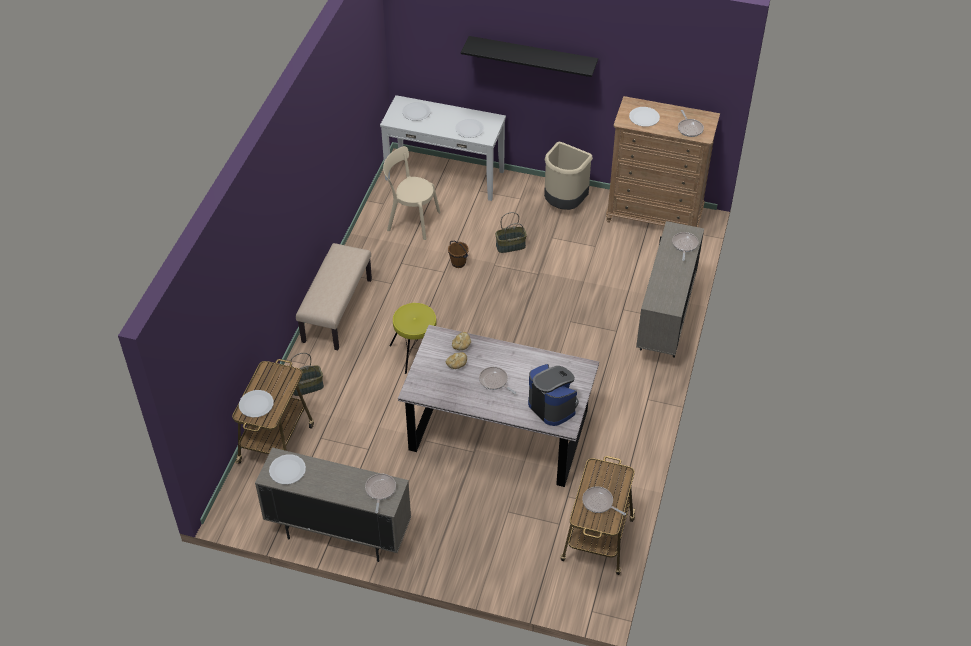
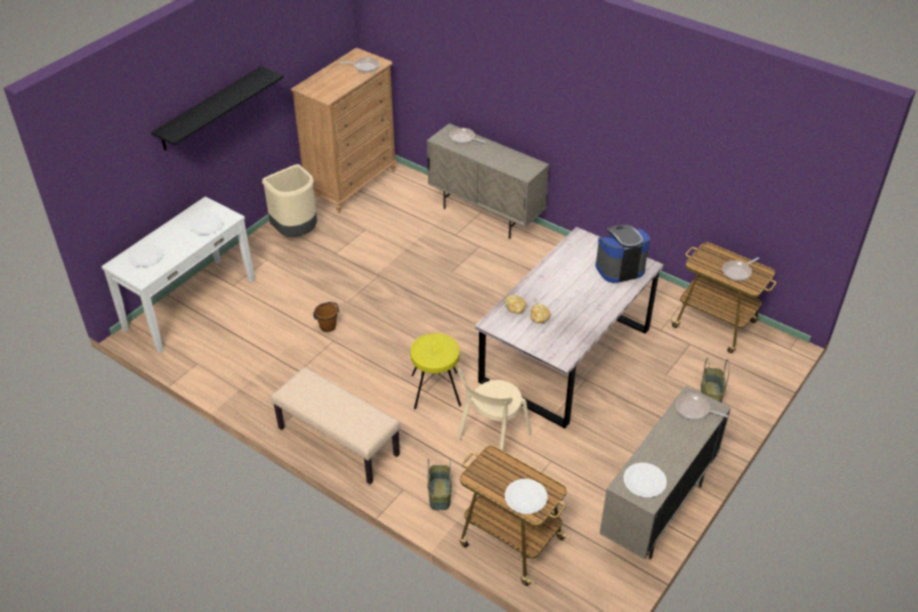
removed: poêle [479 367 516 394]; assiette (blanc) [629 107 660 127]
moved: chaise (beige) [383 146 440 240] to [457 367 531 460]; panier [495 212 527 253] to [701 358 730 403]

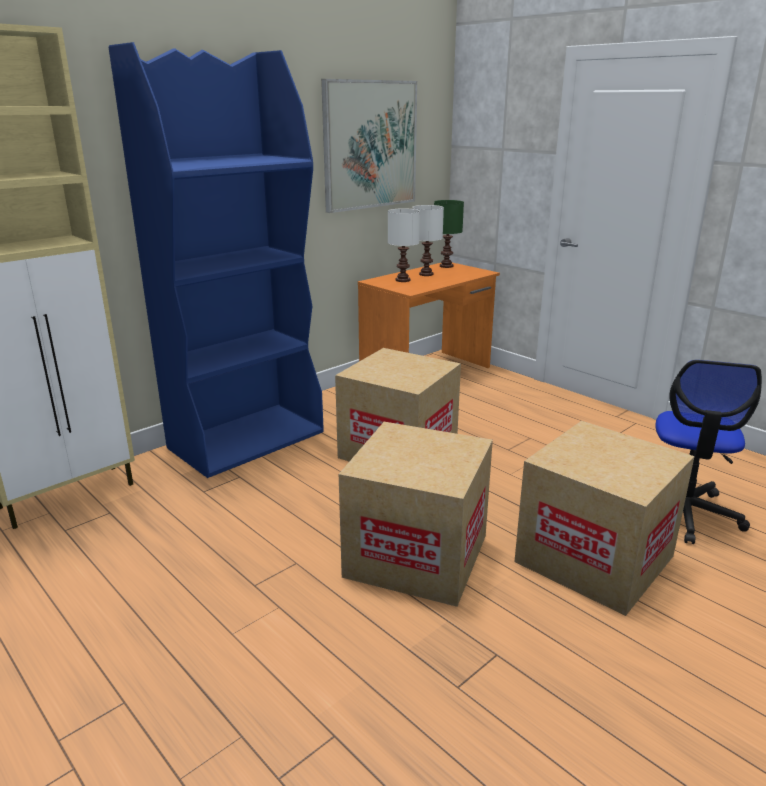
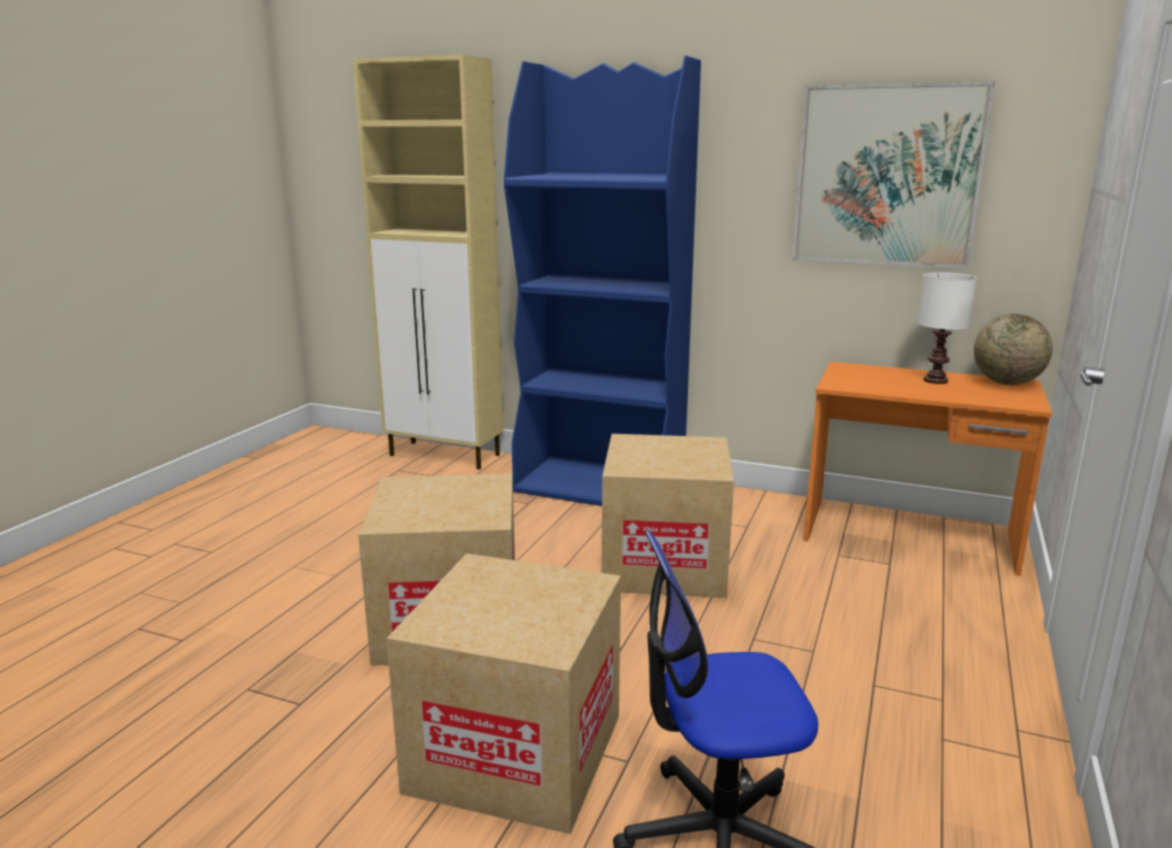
removed: lampe de table (blanc) [388 208 420 282]
replaced: lampe de table (vert) [434 200 464 268] to globe [974 314 1053 385]

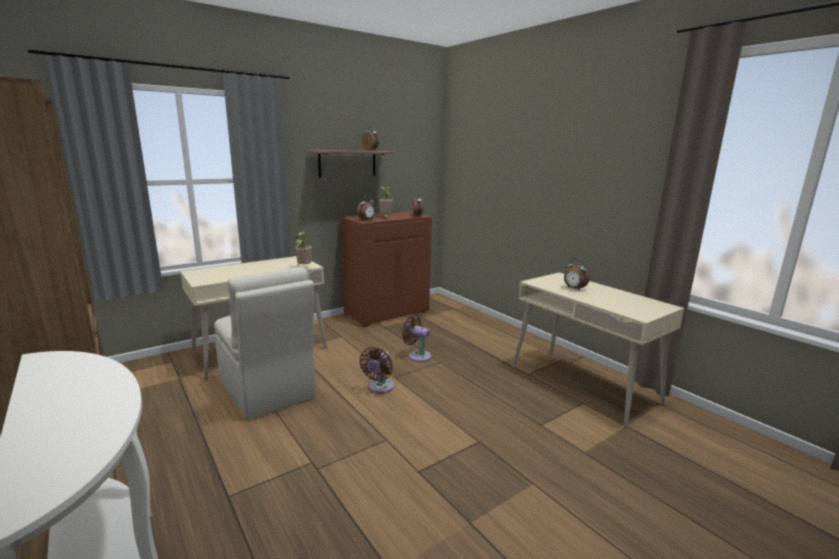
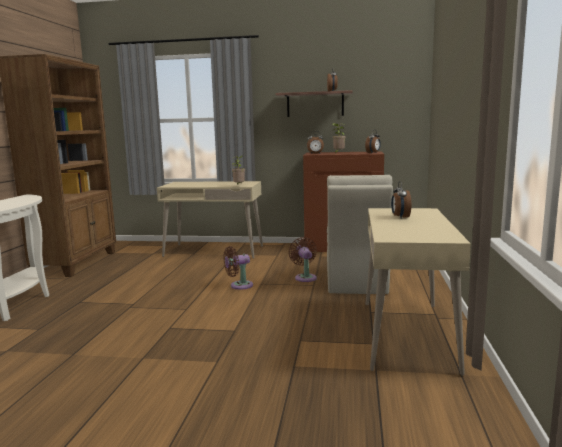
moved: chaise (beige) [214 267 315 420] to [327 175 393 294]

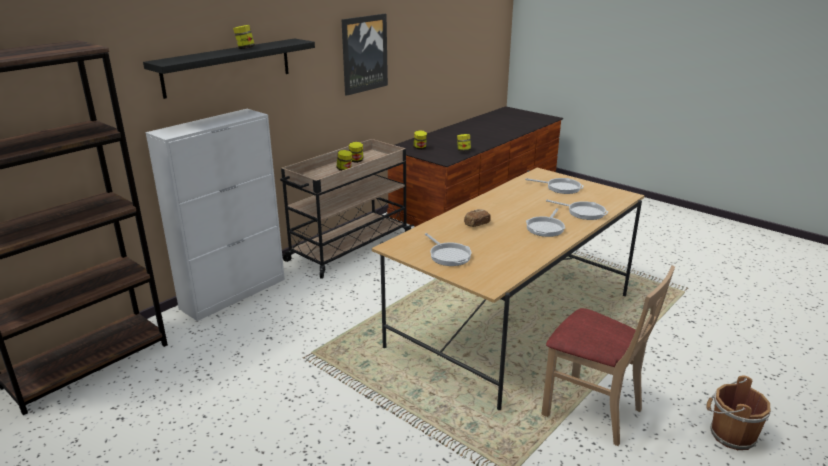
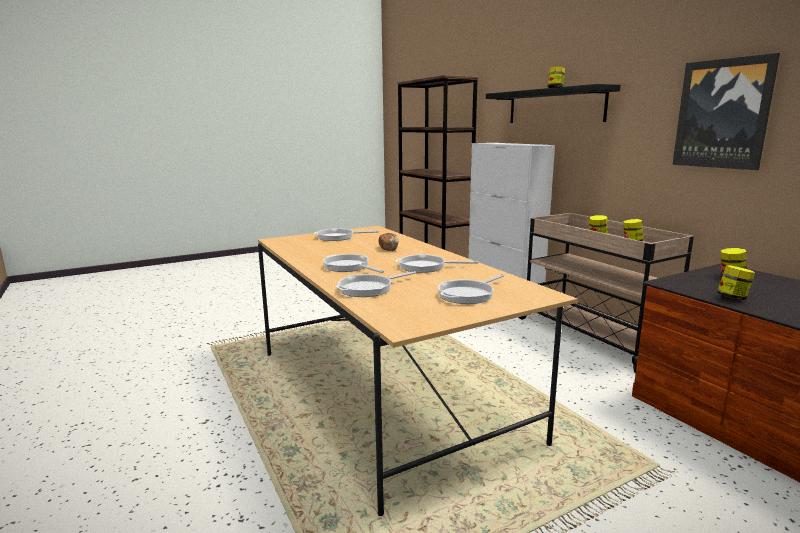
removed: chaise (beige) [541 265 675 446]; seau (marron) [706 376 771 450]
added: poêle [396 254 478 273]

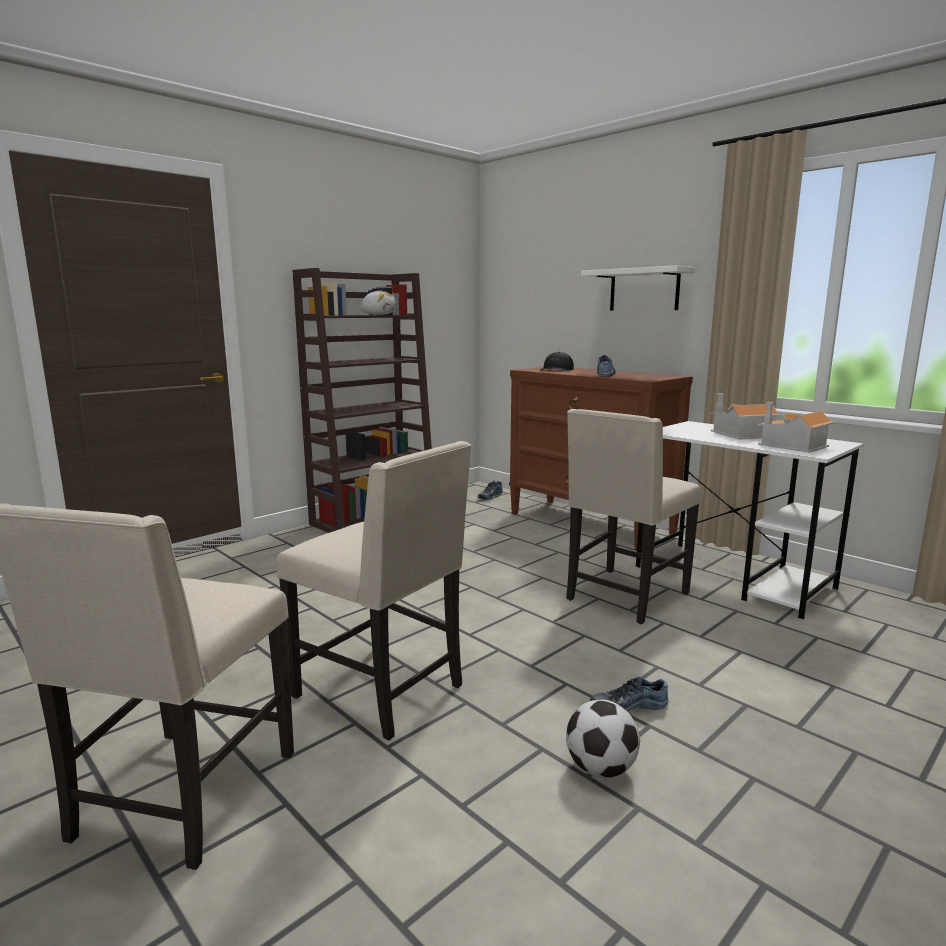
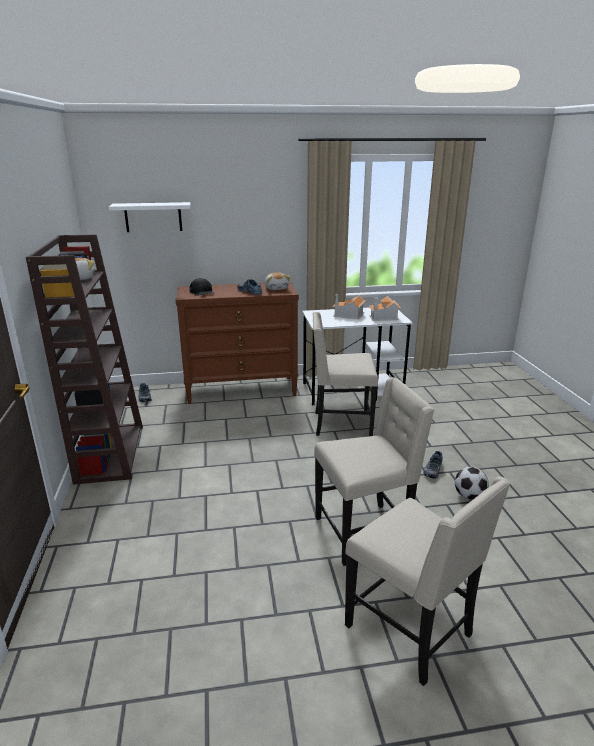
added: peluche [265 272 291 290]
moved: étagère (blanc) [581 265 696 310] to [109 202 191 232]
turned: chaise (beige) [567 409 701 624] = [313 312 378 436] 105 degrees clockwise

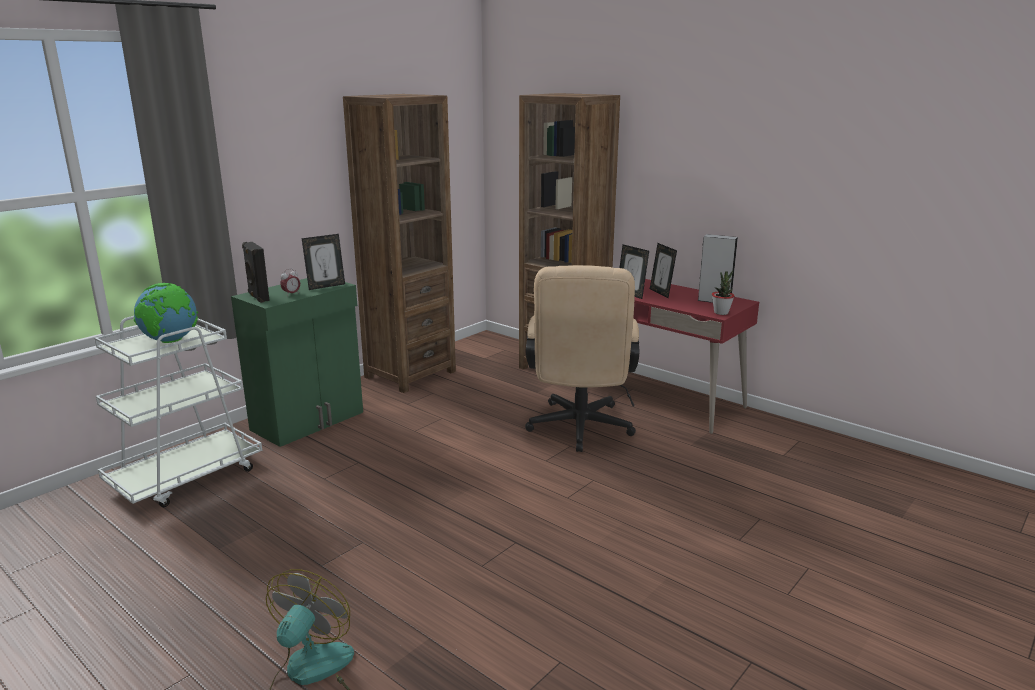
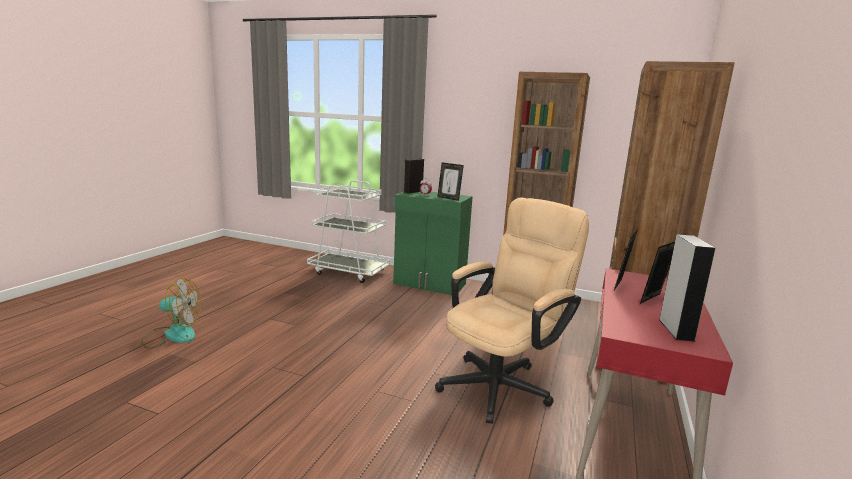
removed: globe [134 283 198 343]; plante en pot [712 270 734 315]
turned: chaise de bureau (beige) [525 265 639 452] = [435 198 589 424] 150 degrees clockwise

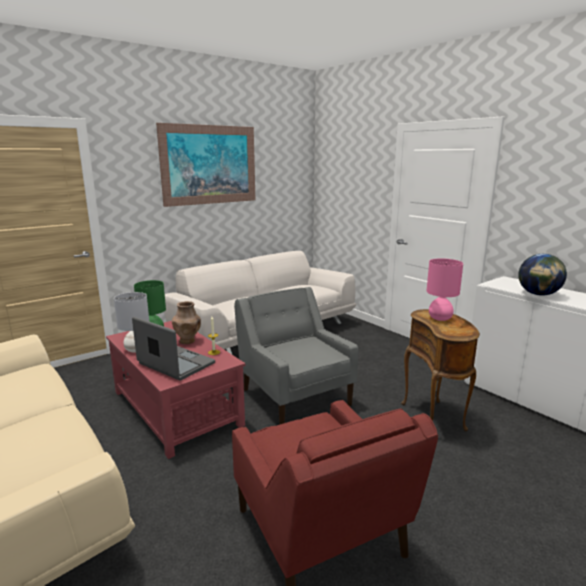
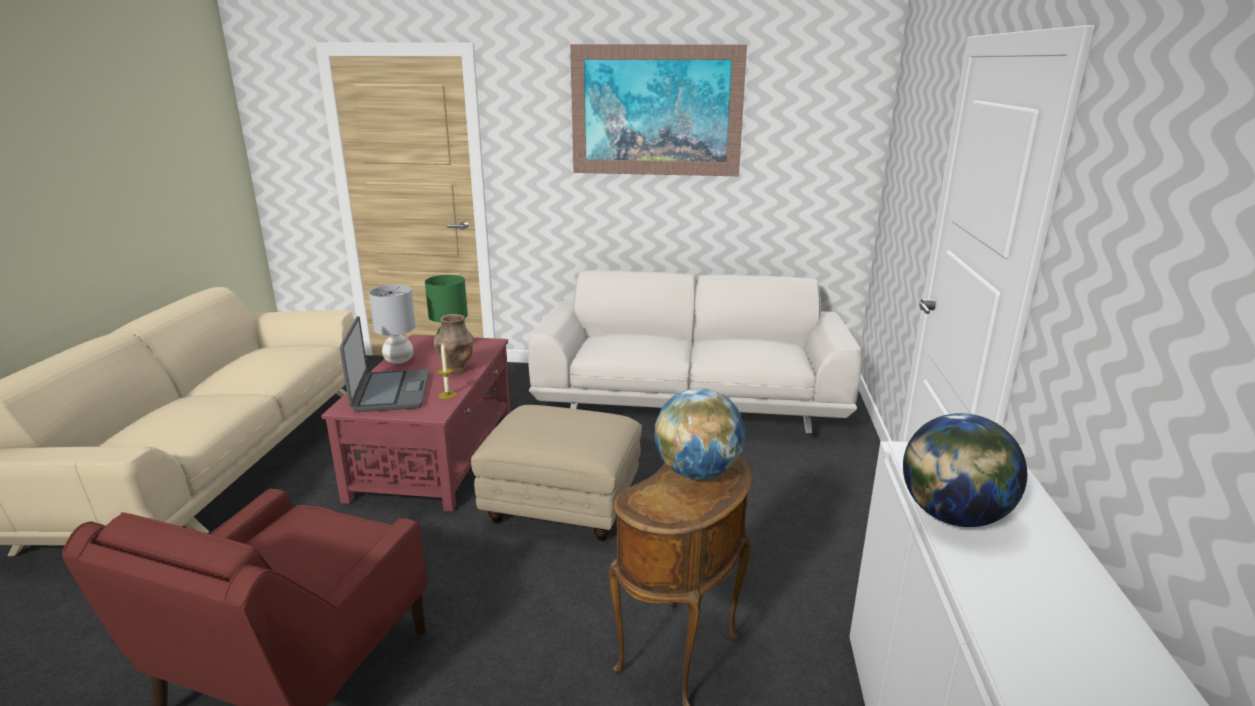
replaced: fauteuil (gris) [234 287 358 425] to pouf (beige) [471 405 642 541]; lampe de table (rose) [427 258 463 321] to globe [654 388 746 479]

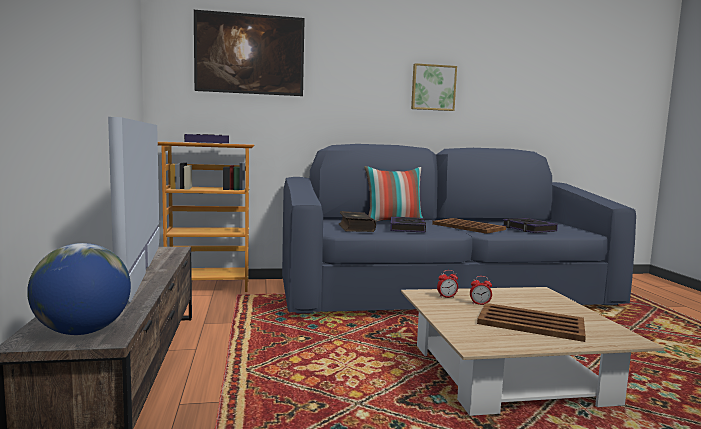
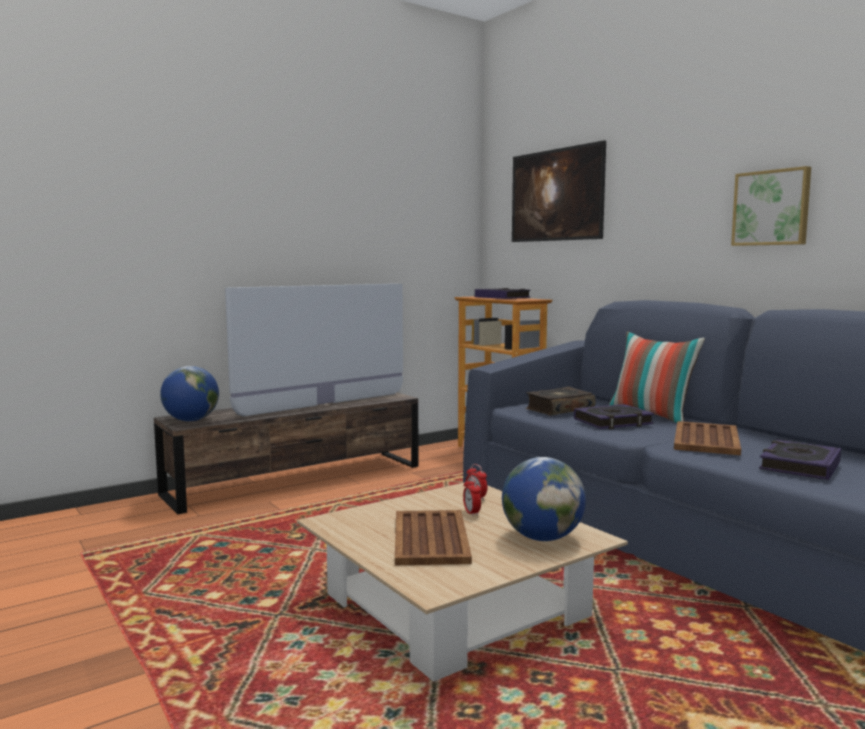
added: globe [502 457 586 541]

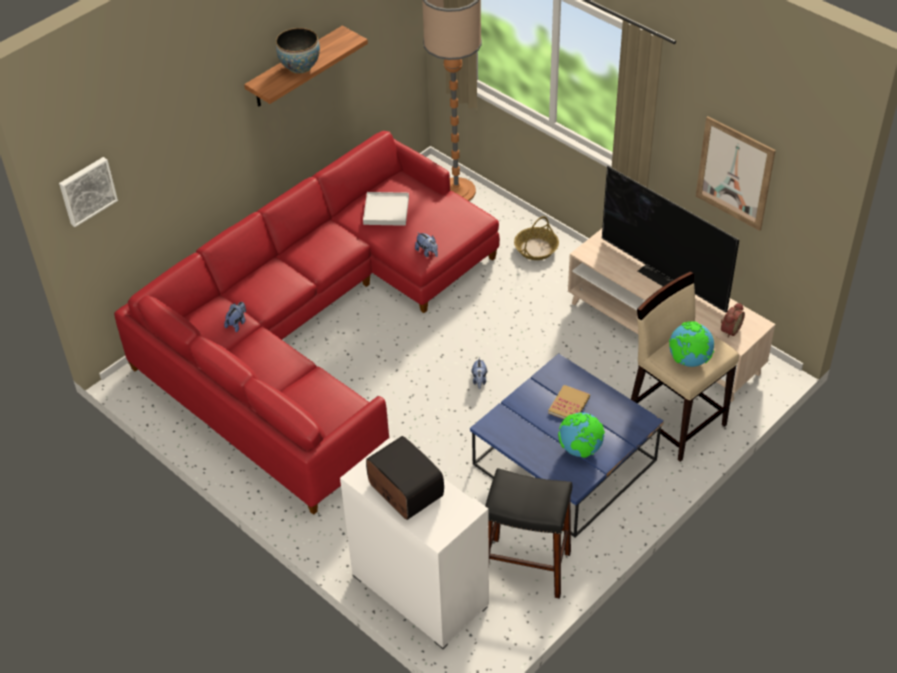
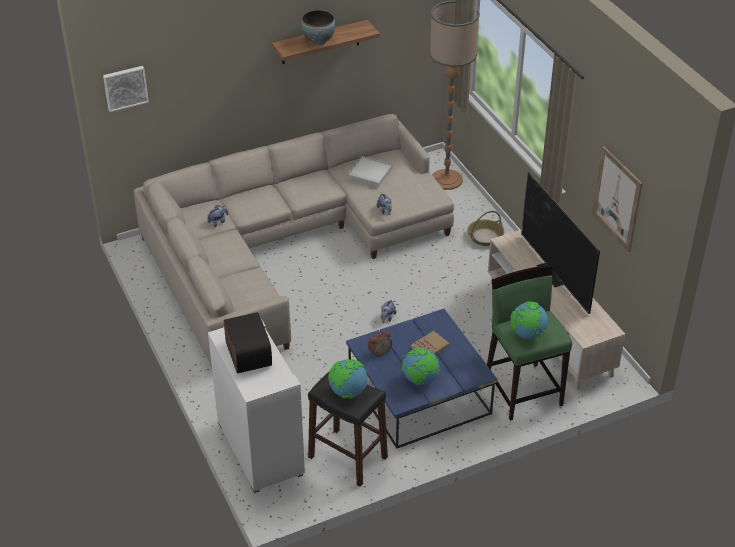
added: globe [328 359 368 399]
moved: réveil [721 303 745 338] to [368 330 392 357]
recoloured: canapé (rouge) [114 131 500 515] to canapé (beige) [134 114 454 367]; tabouret (beige) [631 272 739 462] to tabouret (vert) [487 265 572 421]

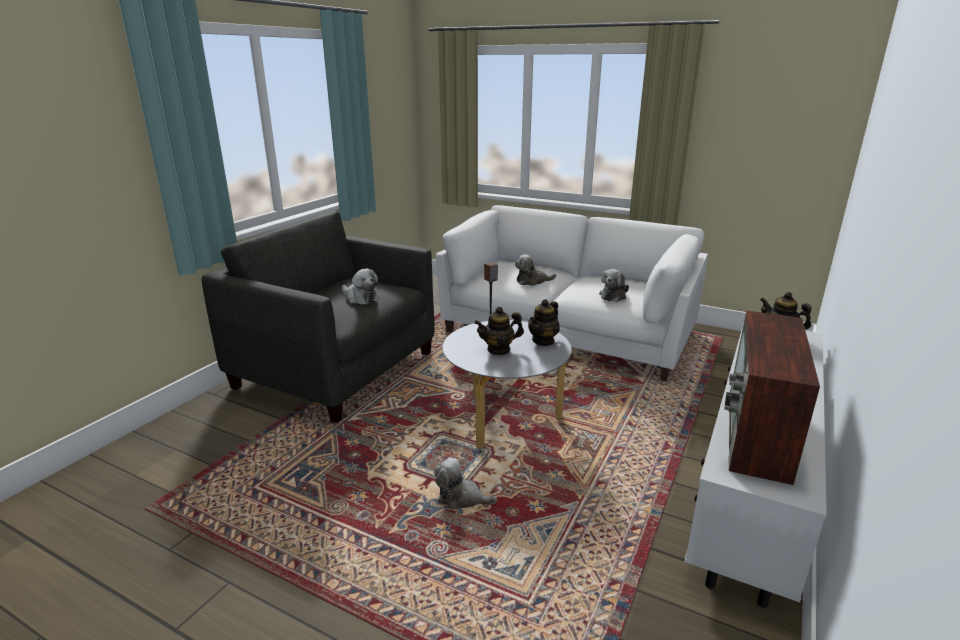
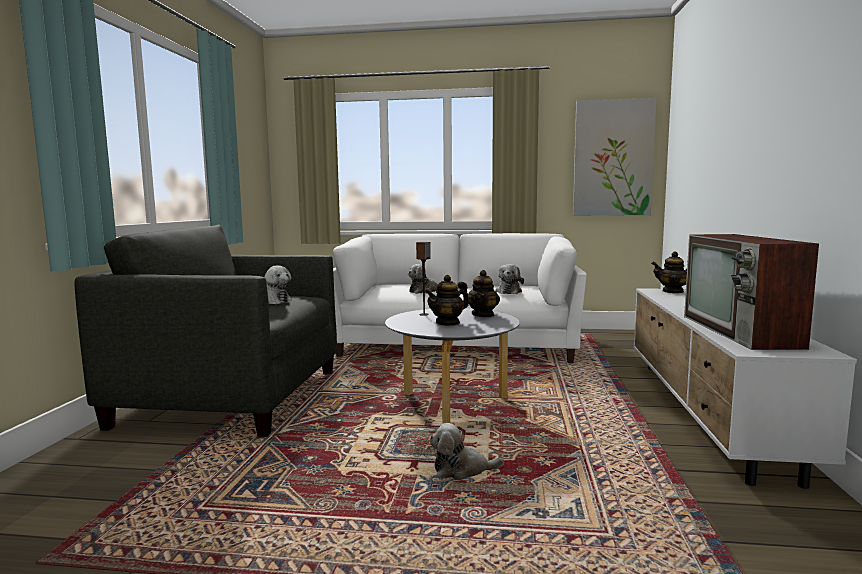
added: tableau [573 98 657 216]

